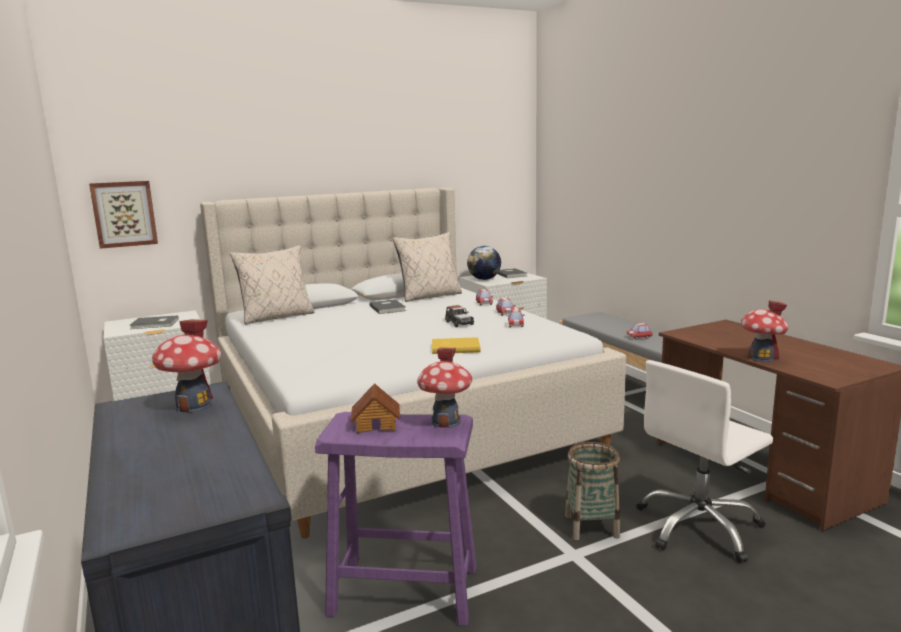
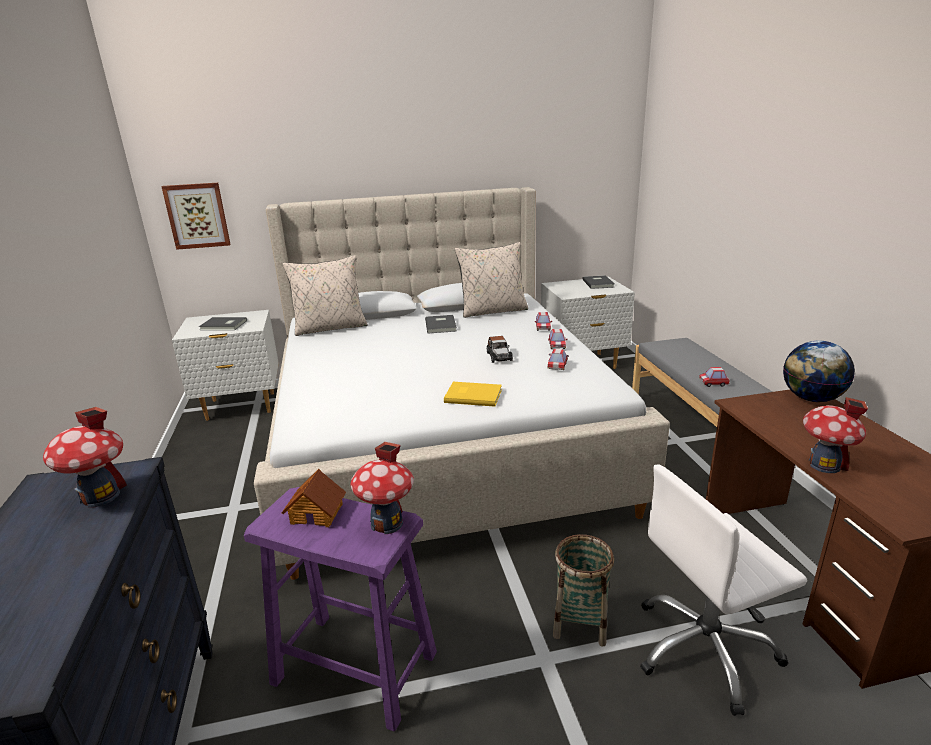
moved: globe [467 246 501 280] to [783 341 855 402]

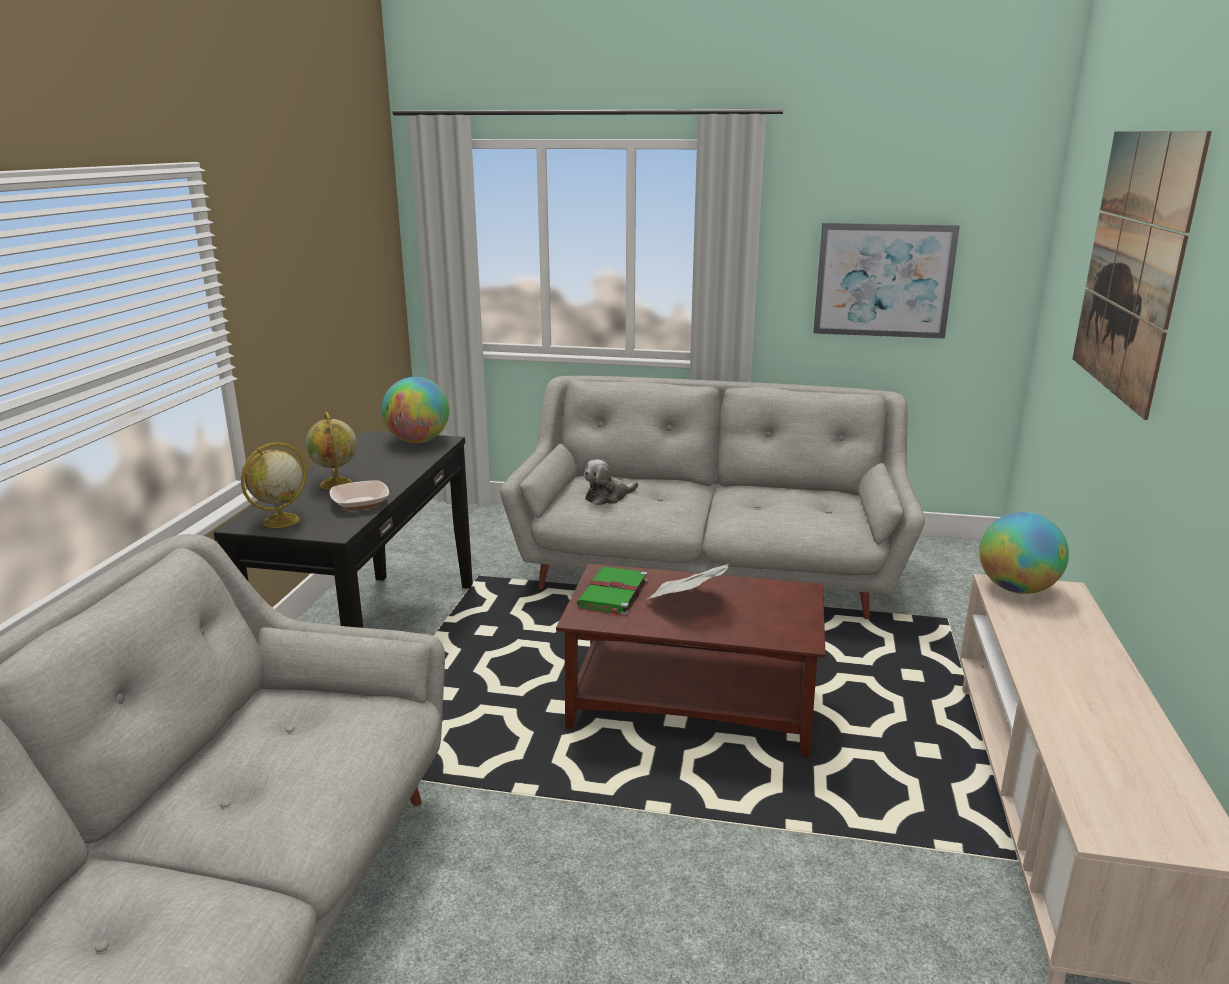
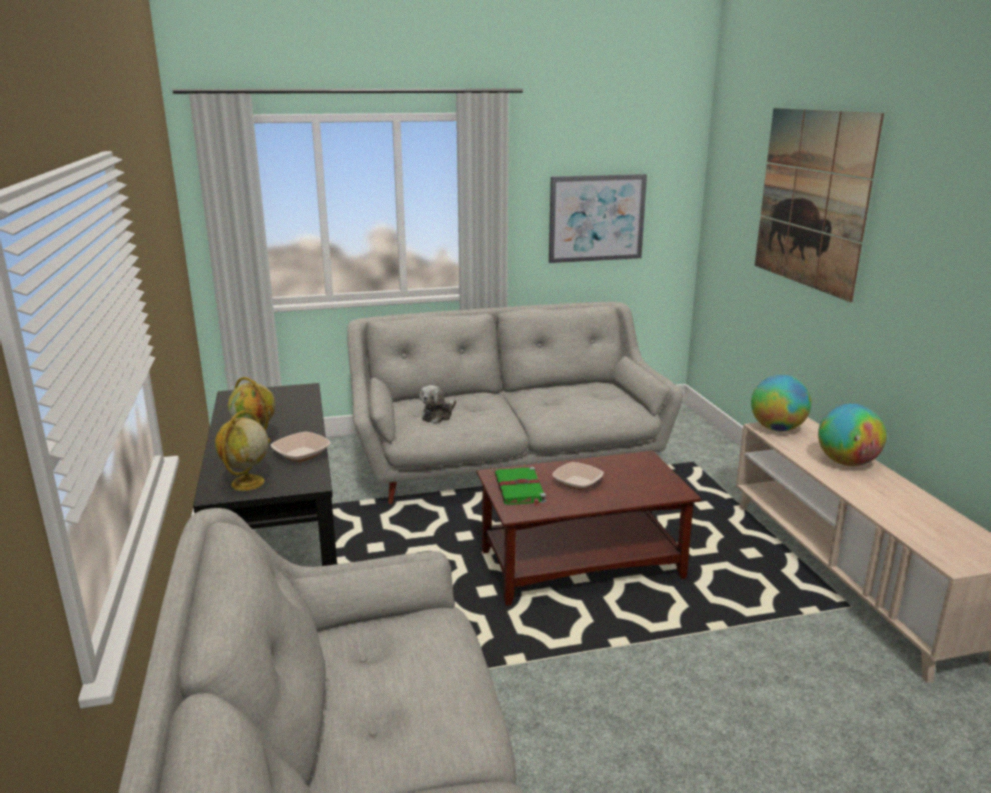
moved: globe [382 377 449 443] to [818 404 887 466]
replaced: journal [647 564 729 599] to bol [552 462 604 490]

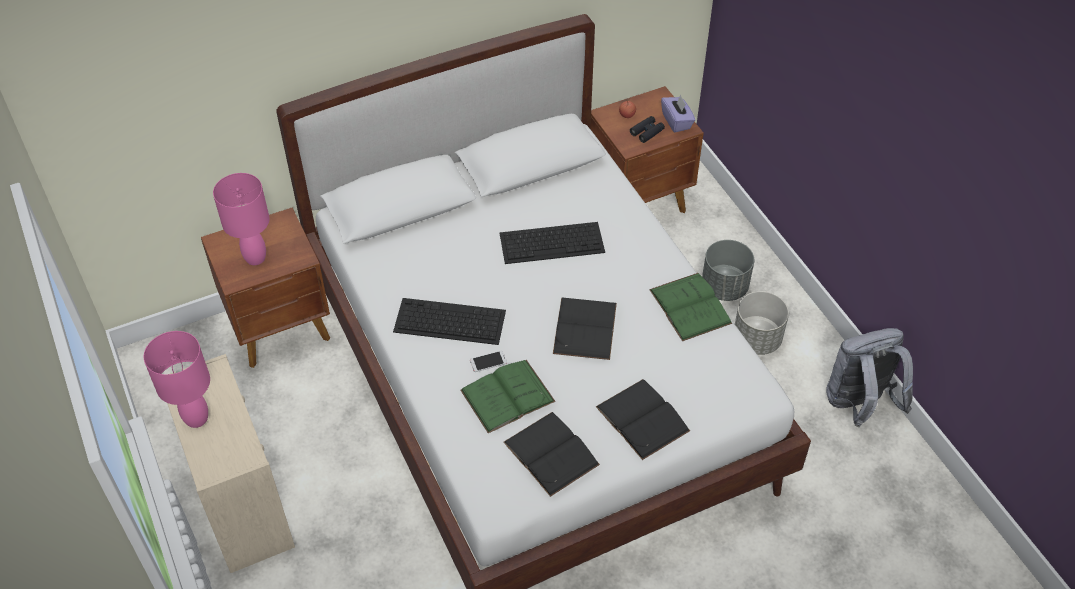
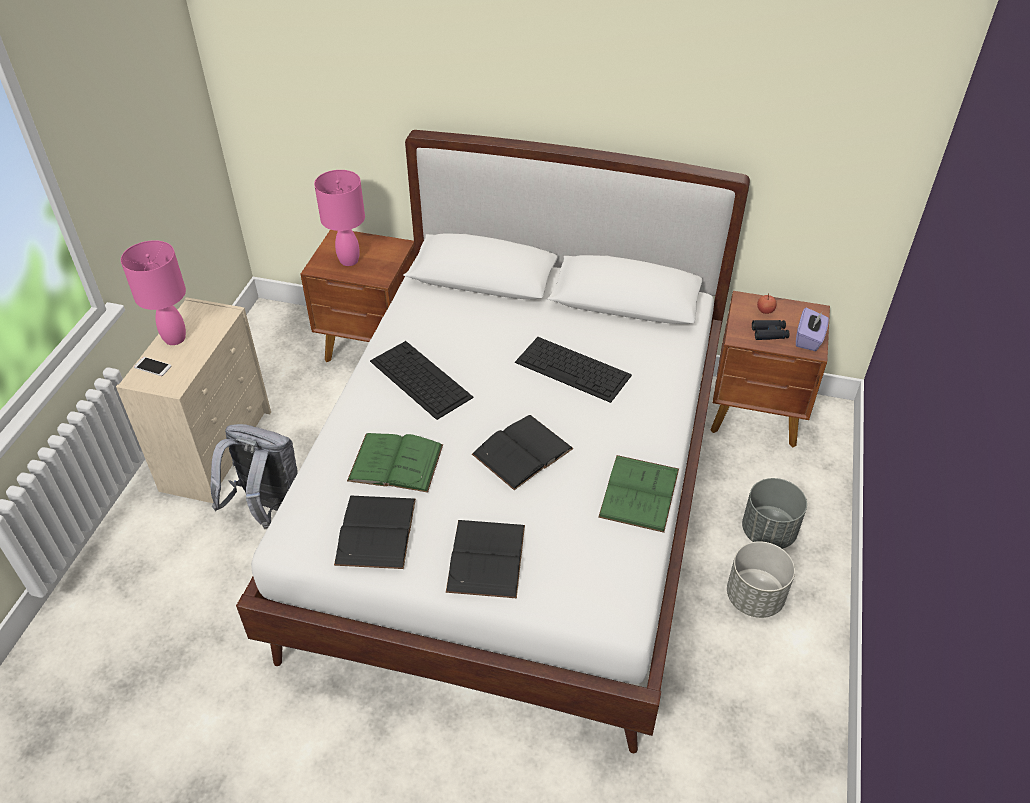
moved: téléphone [470 351 507 372] to [134 357 172 376]; sac à dos (gris) [826 328 913 427] to [210 424 298 529]

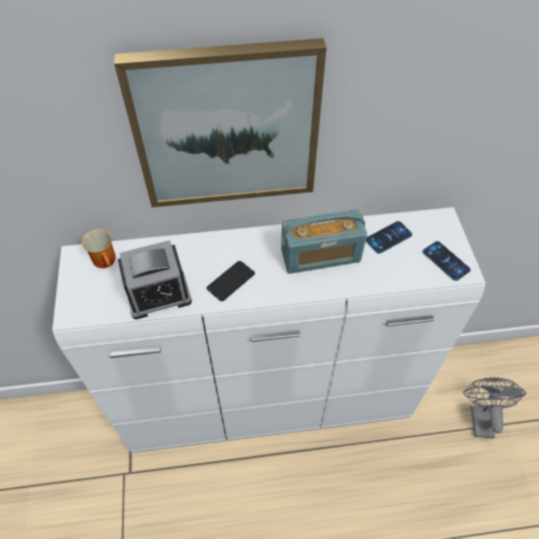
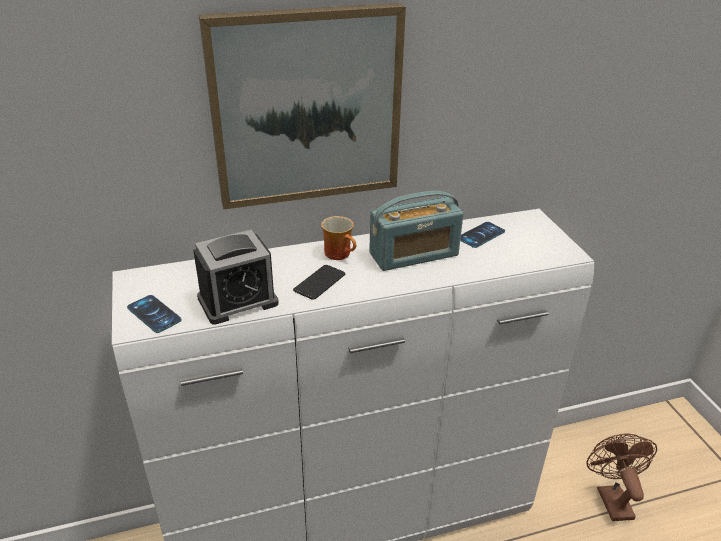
moved: téléphone [423 241 471 281] to [127 295 182 333]; mug [82 229 116 268] to [321 216 356 260]
recoloured: ventilateur (gris) [463 377 526 438] to ventilateur (marron) [587 433 657 521]

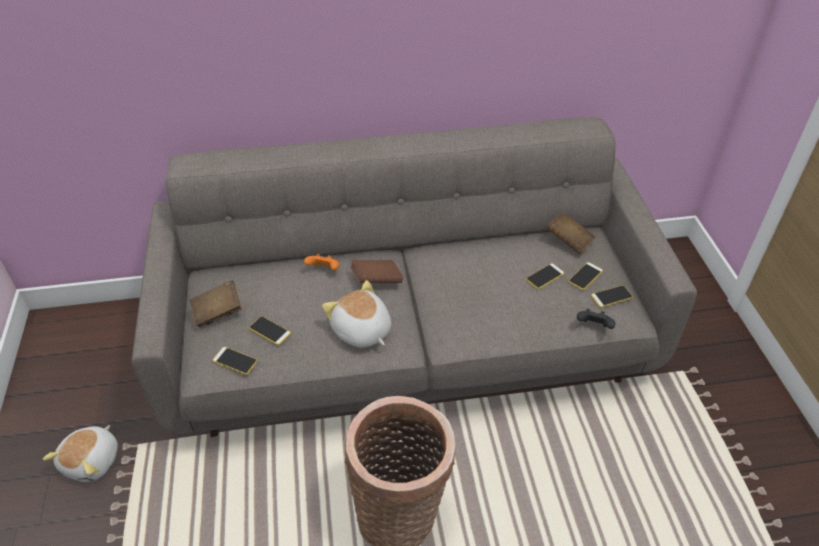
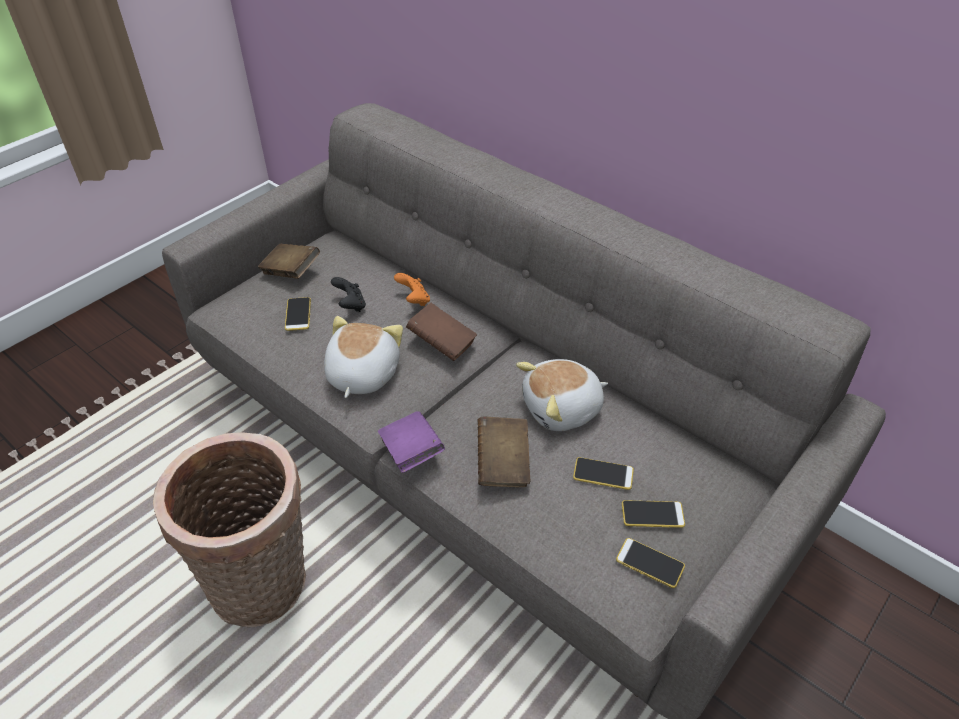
removed: téléphone [213 347 258 375]
added: livre (violet) [378 411 445 473]
moved: manette (noir) [577 309 615 329] to [331 277 366 312]; livre (marron) [546 214 596 254] to [478 416 530 487]; peluche [43 425 118 482] to [516 359 608 431]

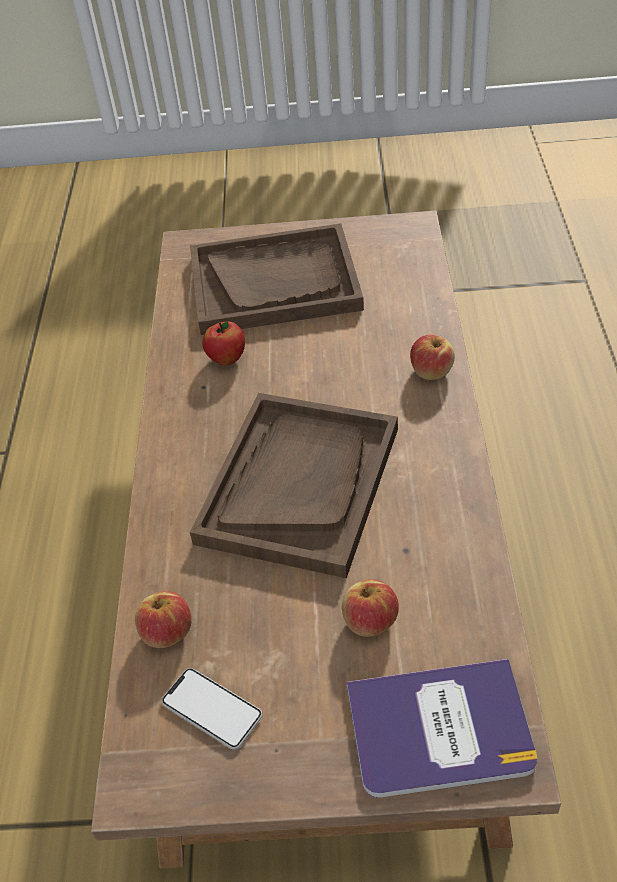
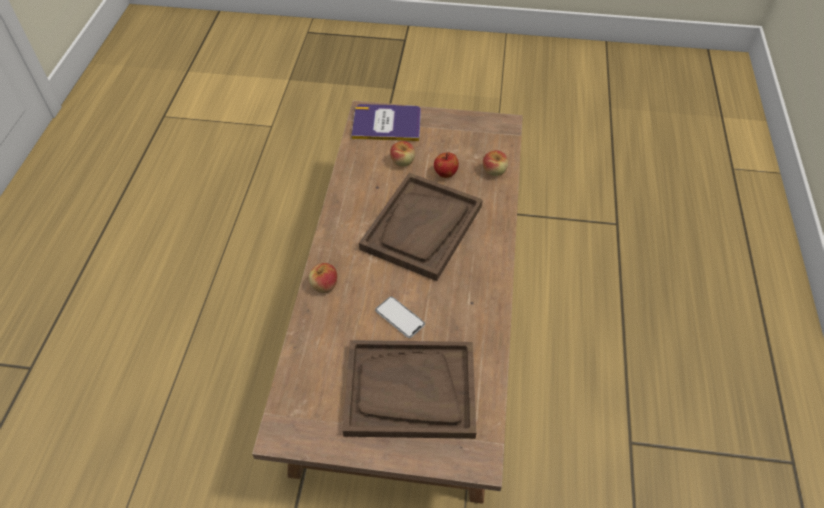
moved: téléphone [161 668 263 750] to [375 296 425 338]; pomme [202 321 245 365] to [434 153 459 178]

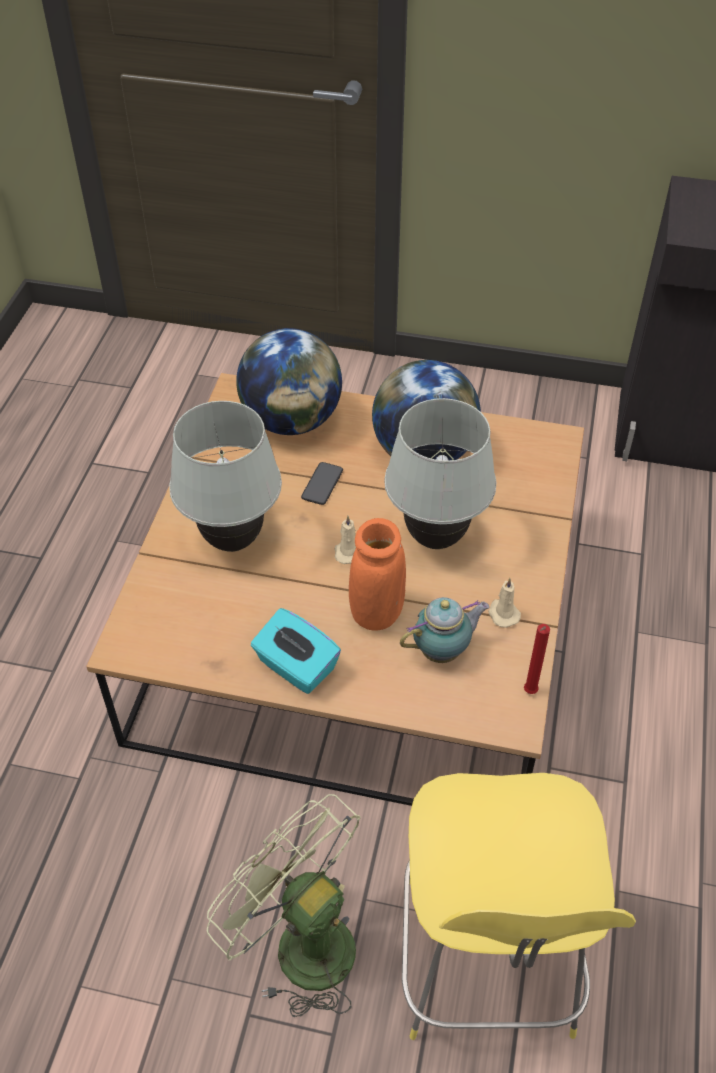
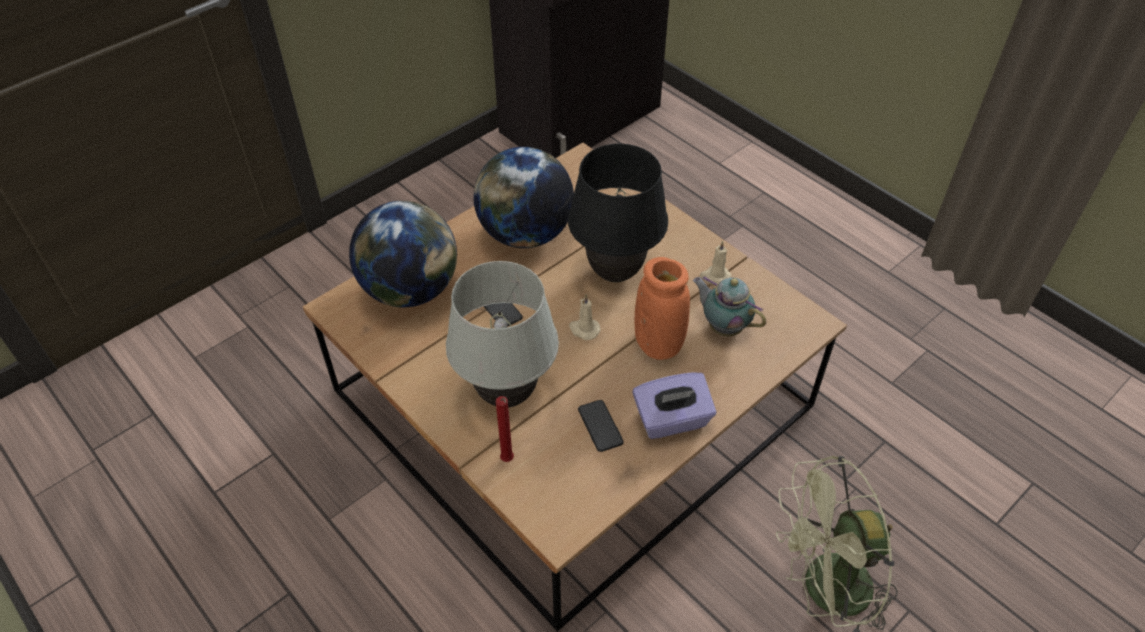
removed: tabouret (jaune) [402 773 636 1040]
added: téléphone [578 400 624 452]
moved: bougie (rouge) [524 624 550 694] to [496 396 514 462]
recoloured: lampe de table (blanc) [384 398 496 549] to lampe de table (noir) [568 144 668 282]; boîte à mouchoirs (turquoise) [250 608 341 694] to boîte à mouchoirs (violet) [632 373 716 439]
turned: théière [400 597 489 663] = [693 276 766 336] 60 degrees counterclockwise

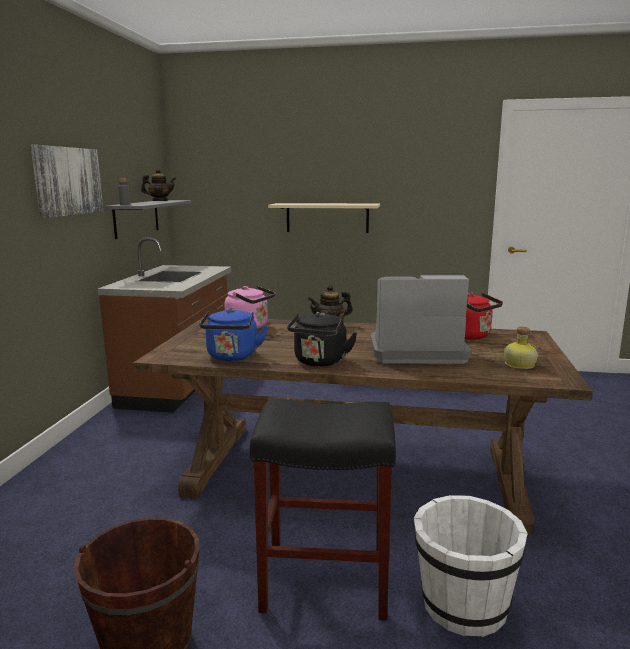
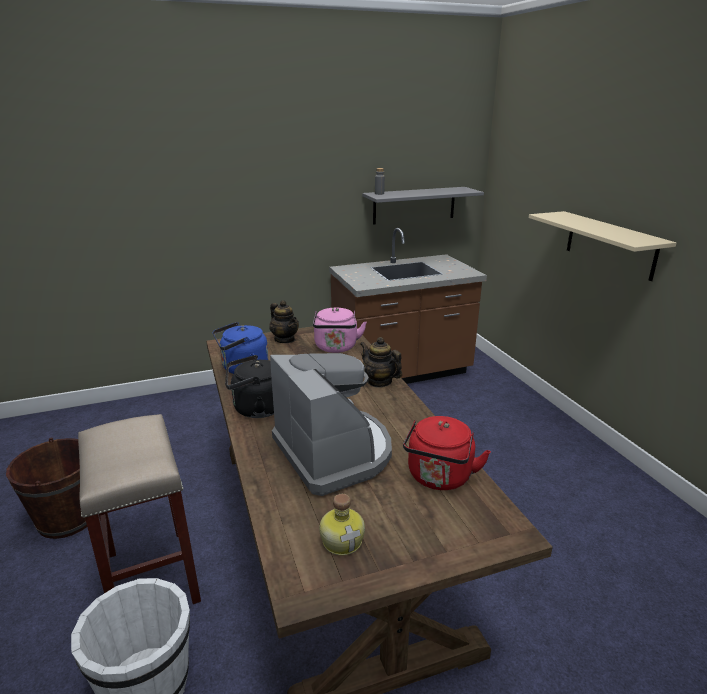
removed: tableau [31 145 103 218]
moved: théière [141 169 176 201] to [269 300 299 343]
recoloured: tabouret (noir) [250 399 396 621] to tabouret (beige) [78 414 201 604]

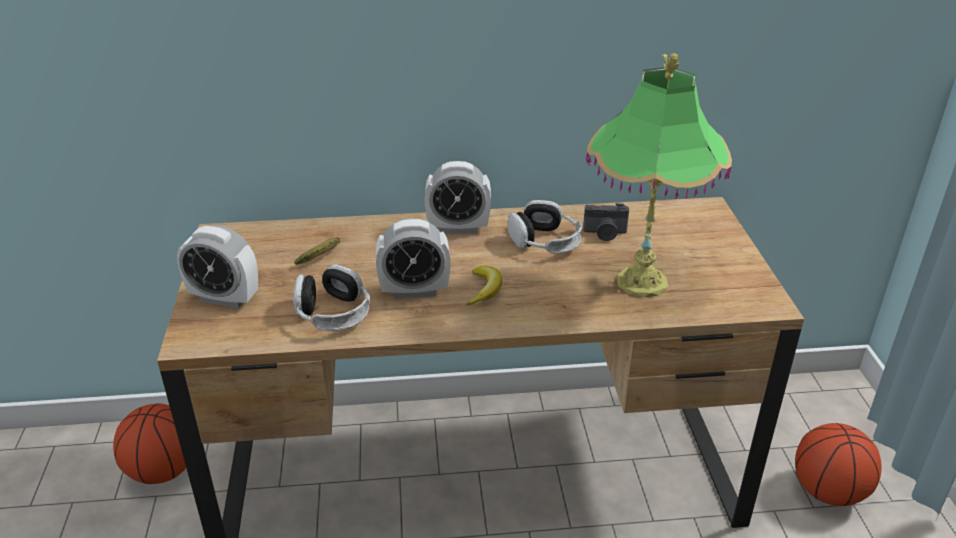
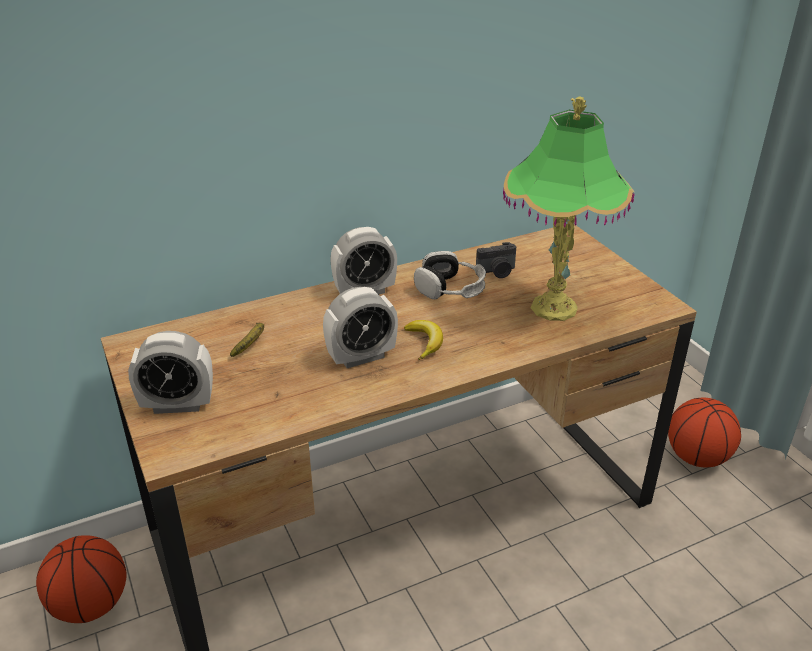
removed: casque audio [293 264 370 331]

